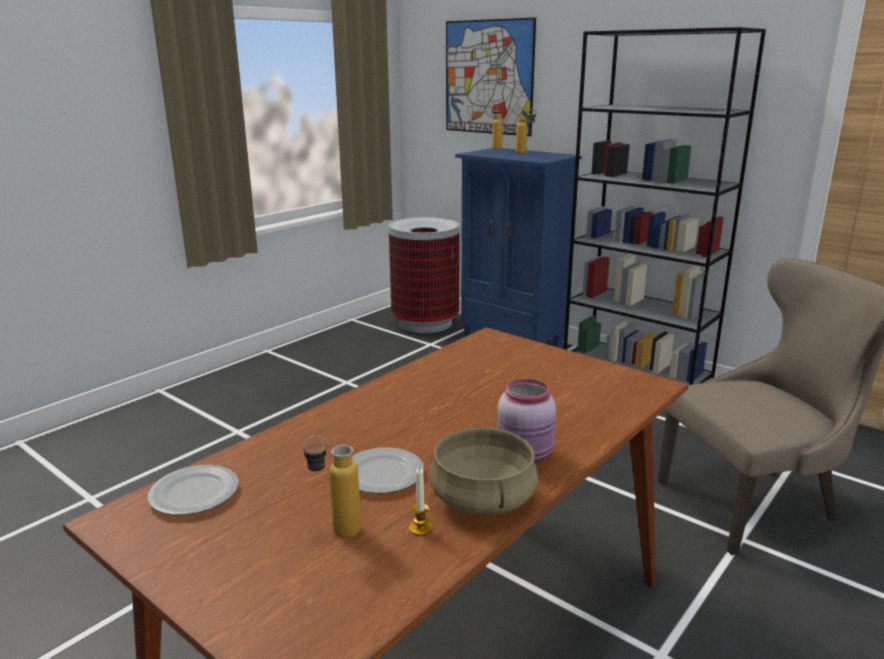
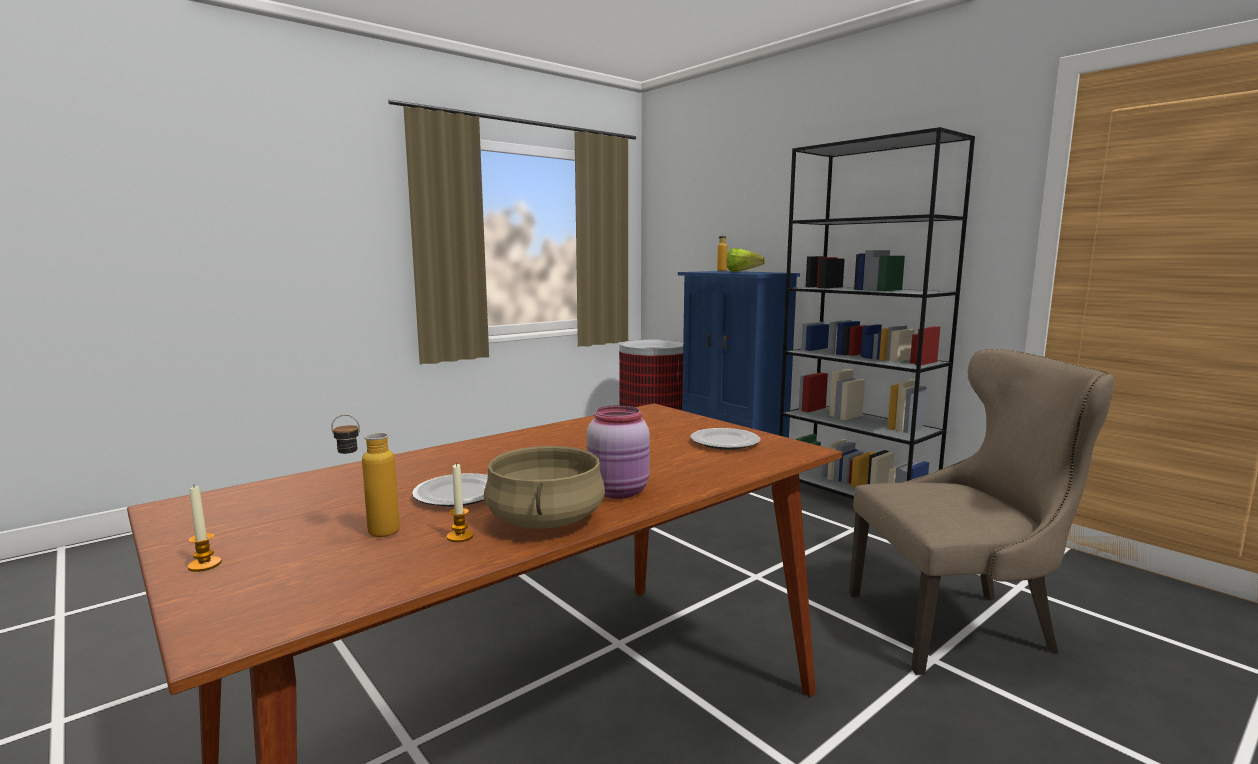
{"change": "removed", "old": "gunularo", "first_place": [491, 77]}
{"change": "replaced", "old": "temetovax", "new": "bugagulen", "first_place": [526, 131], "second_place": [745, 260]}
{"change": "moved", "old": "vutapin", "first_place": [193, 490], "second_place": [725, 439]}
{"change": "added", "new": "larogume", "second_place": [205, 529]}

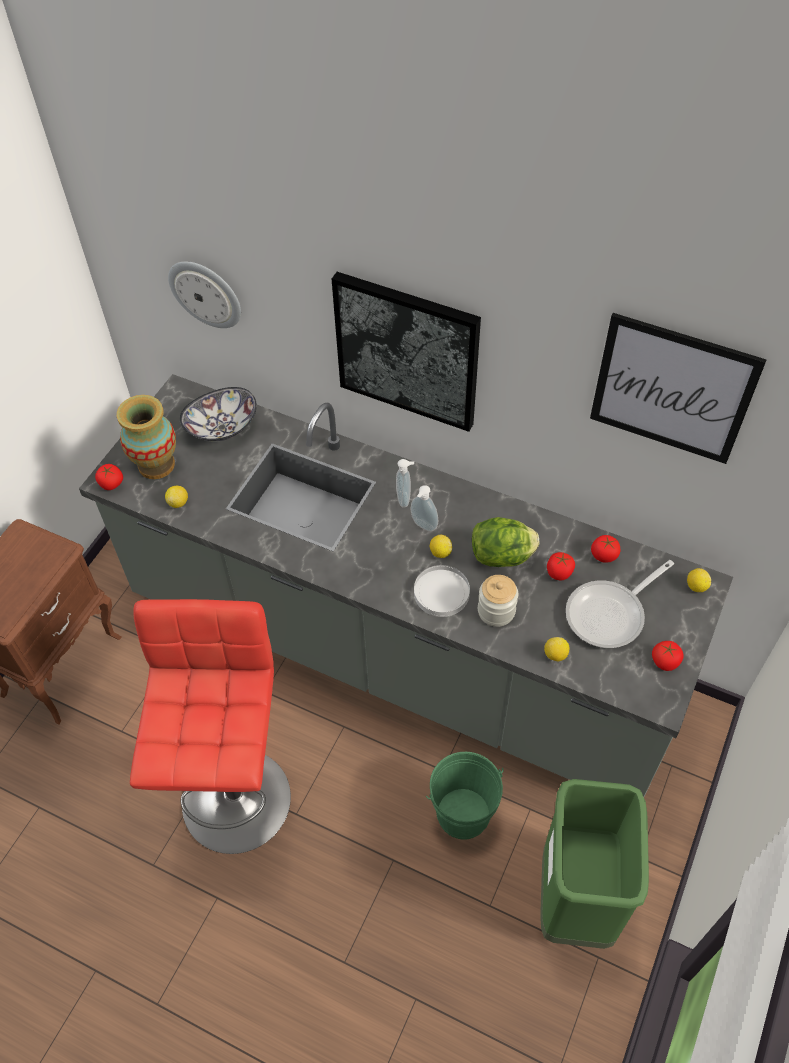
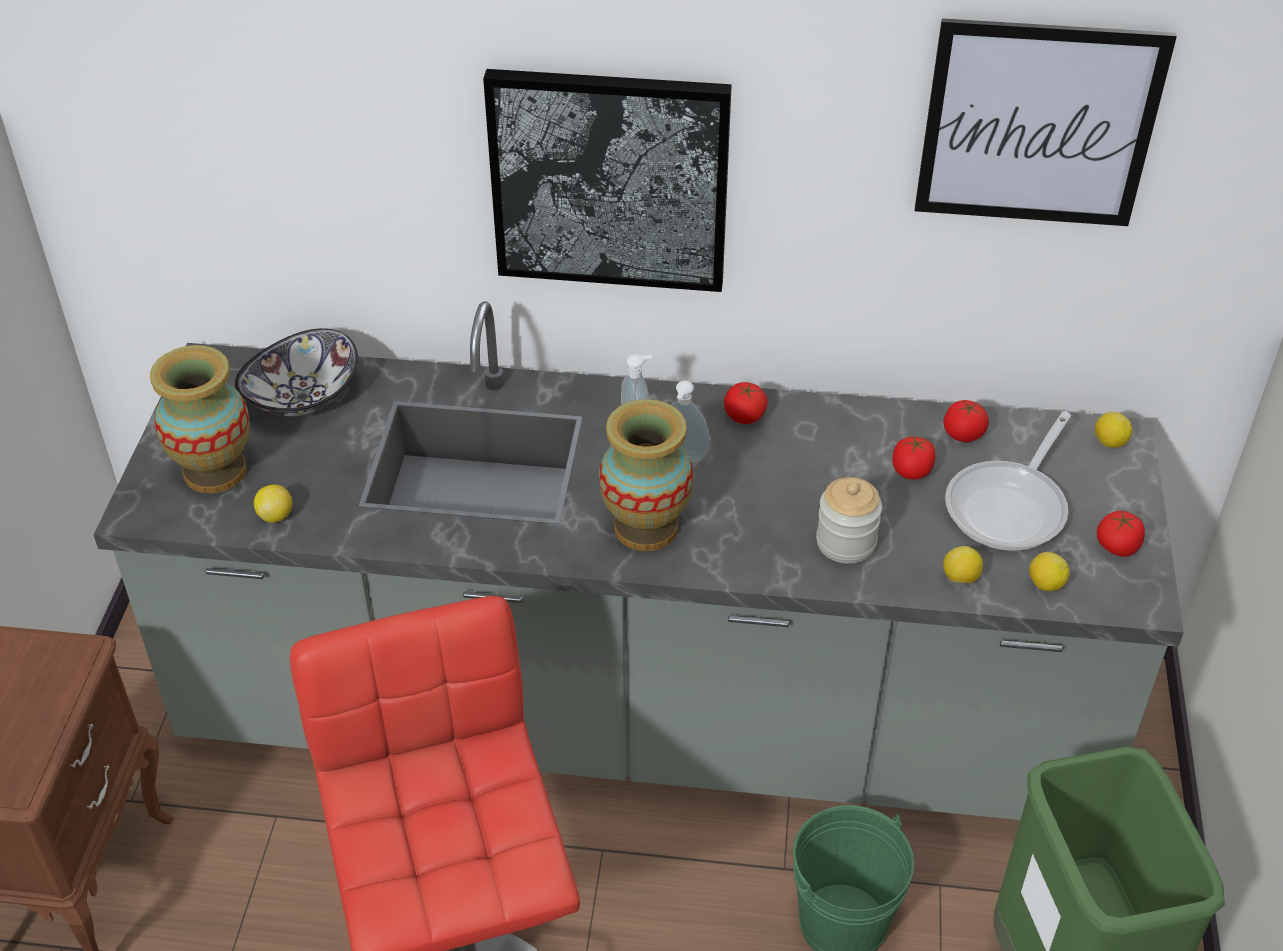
{"change": "removed", "old": "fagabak", "first_place": [204, 294]}
{"change": "moved", "old": "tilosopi", "first_place": [109, 477], "second_place": [746, 403]}
{"change": "removed", "old": "bugagulen", "first_place": [505, 542]}
{"change": "moved", "old": "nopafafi", "first_place": [441, 546], "second_place": [1049, 571]}
{"change": "removed", "old": "vutapin (white)", "first_place": [442, 591]}
{"change": "added", "new": "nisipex", "second_place": [646, 475]}

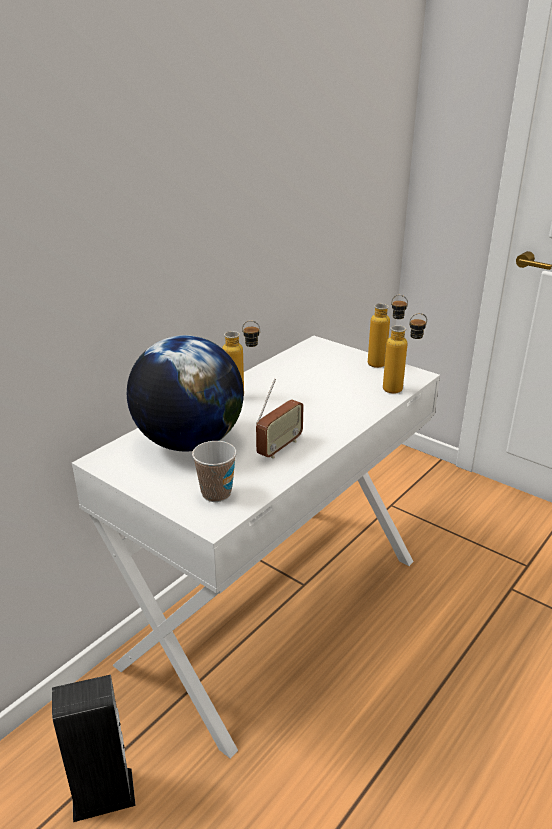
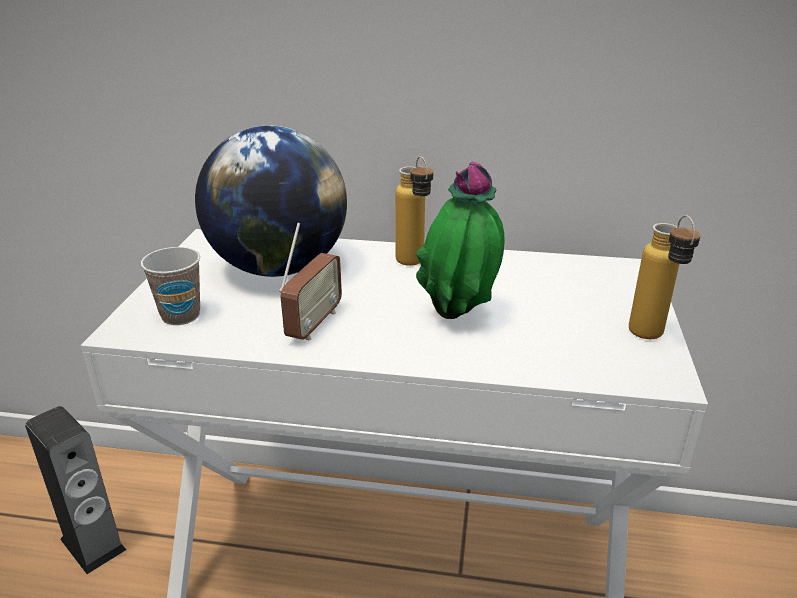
{"change": "removed", "old": "temetovax", "first_place": [405, 353]}
{"change": "turned", "old": "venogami", "first_place": [280, 419], "second_place": [310, 281], "degrees": -75}
{"change": "added", "new": "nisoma", "second_place": [460, 240]}

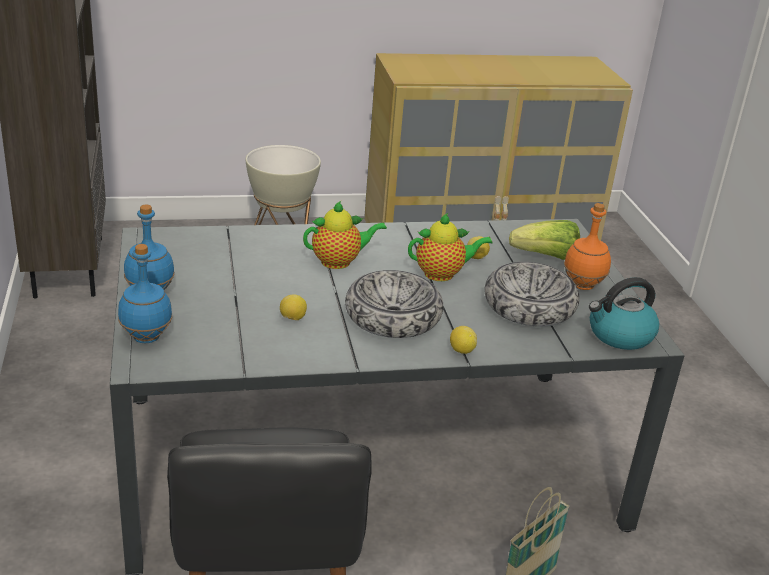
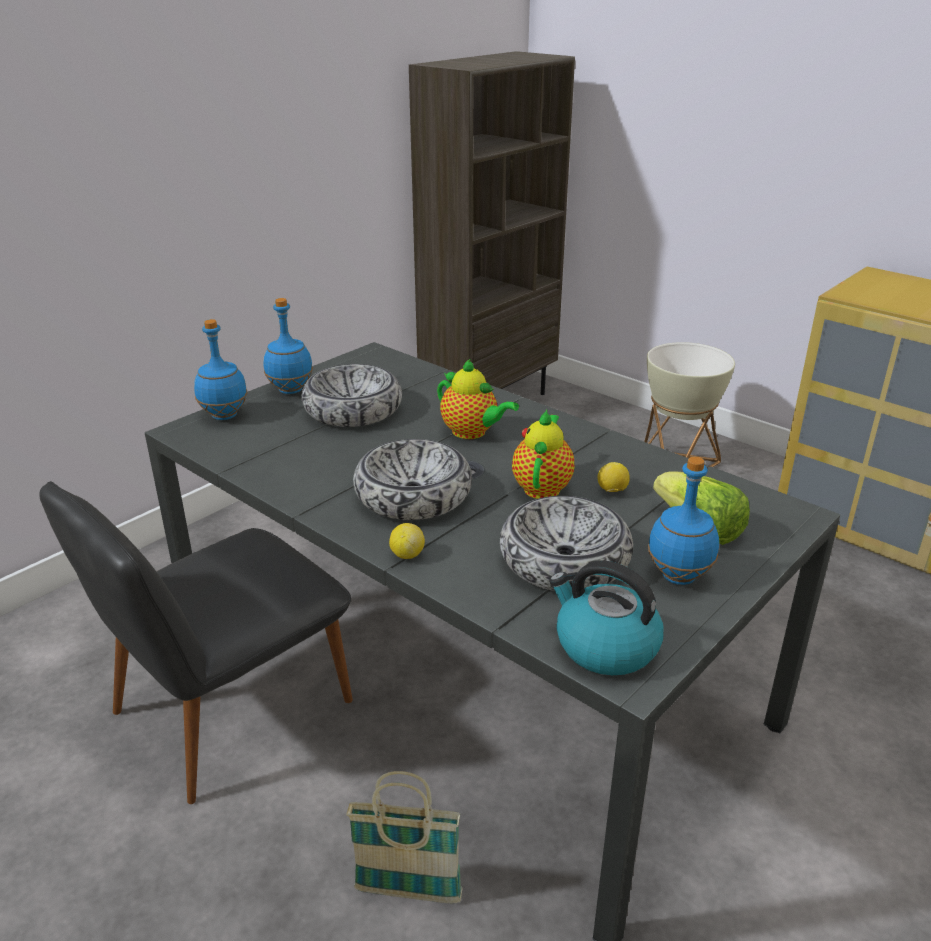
{"change": "recoloured", "old": "temetovax (orange)", "new": "temetovax (blue)", "first_place": [587, 246], "second_place": [683, 521]}
{"change": "turned", "old": "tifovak", "first_place": [450, 247], "second_place": [543, 454], "degrees": -120}
{"change": "removed", "old": "nopafafi", "first_place": [293, 307]}
{"change": "added", "new": "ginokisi", "second_place": [352, 395]}

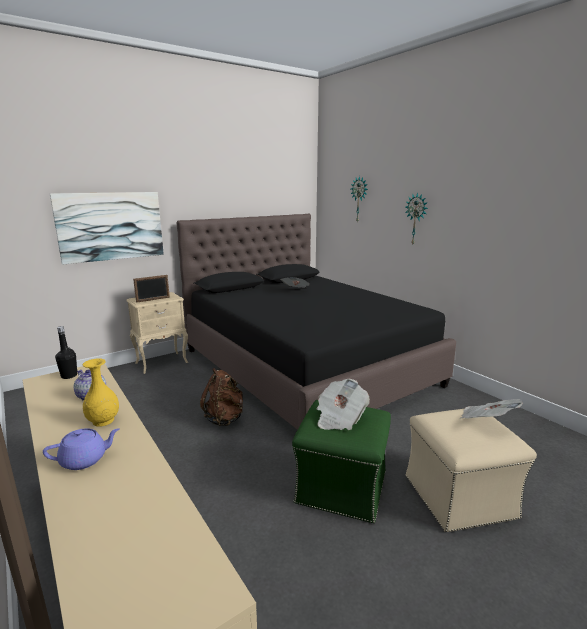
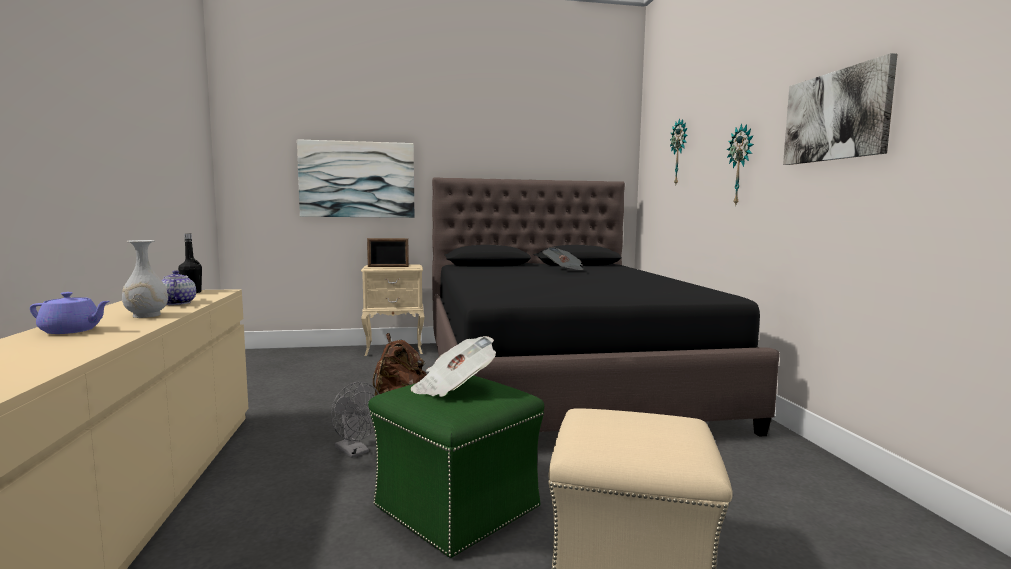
{"change": "recoloured", "old": "nisipex (yellow)", "new": "nisipex (white)", "first_place": [101, 392], "second_place": [145, 279]}
{"change": "removed", "old": "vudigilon", "first_place": [491, 409]}
{"change": "added", "new": "gunularo", "second_place": [840, 109]}
{"change": "added", "new": "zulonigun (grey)", "second_place": [355, 420]}

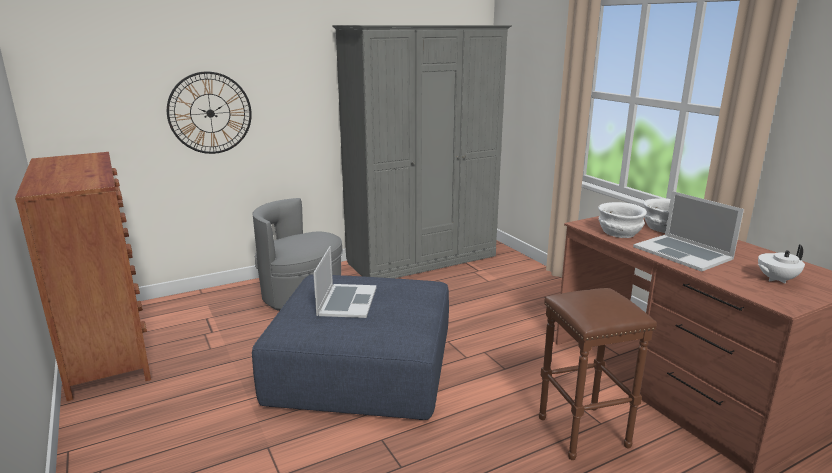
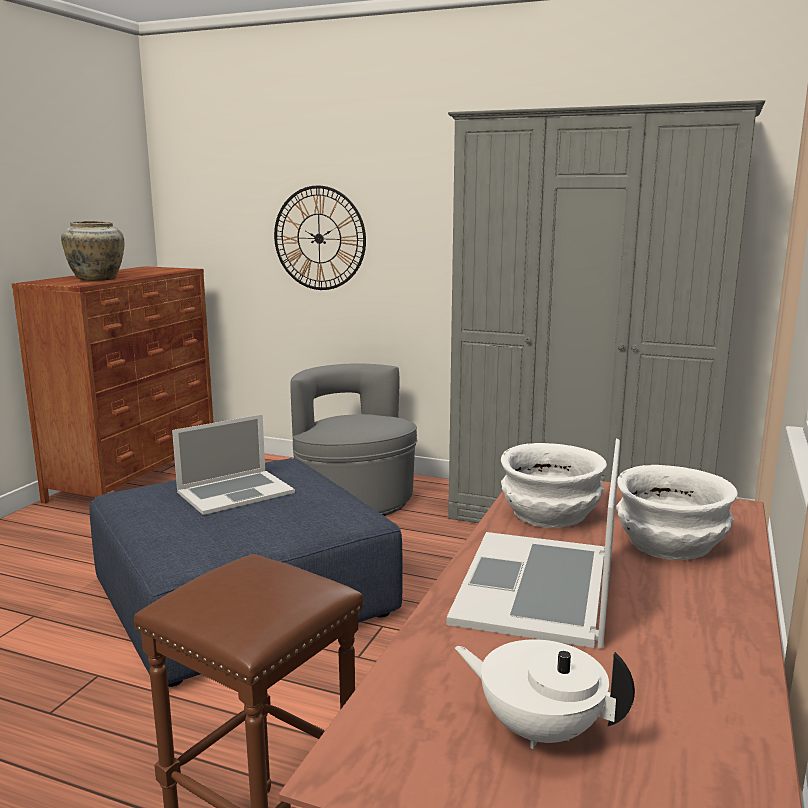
{"change": "added", "new": "nisipex (beige)", "second_place": [93, 251]}

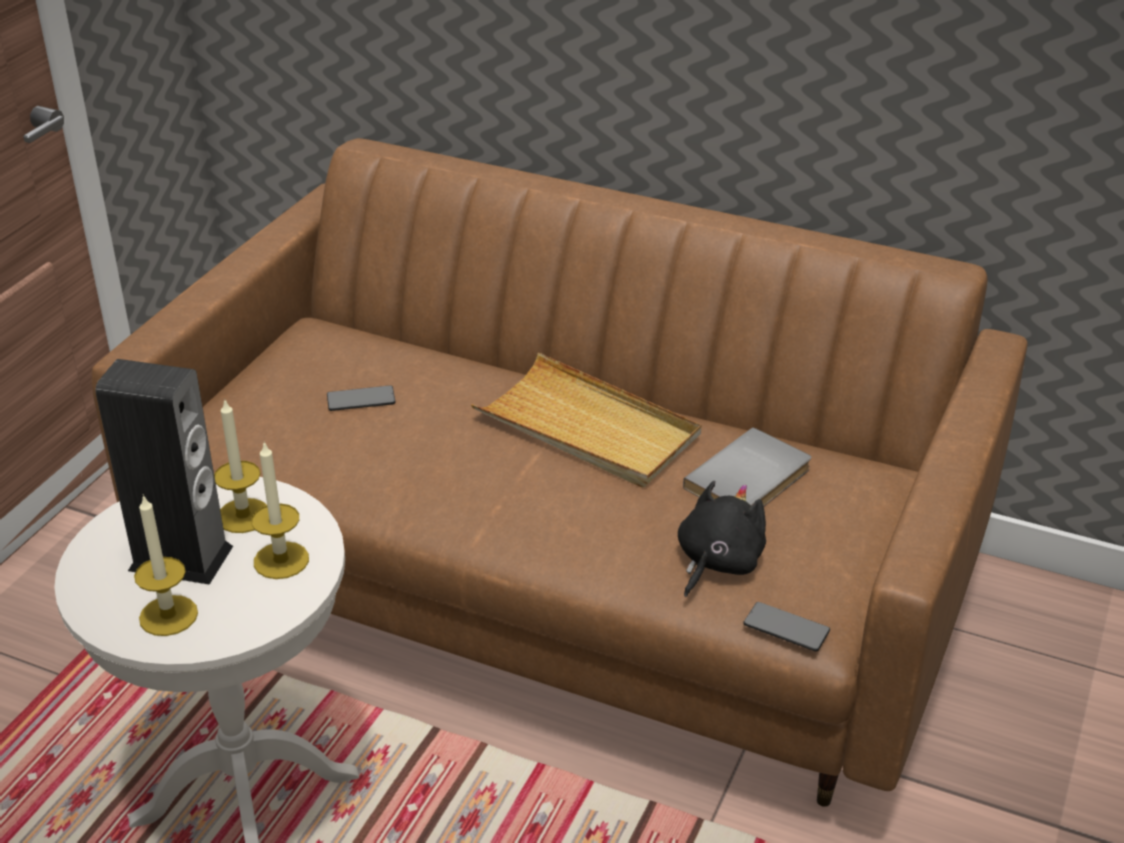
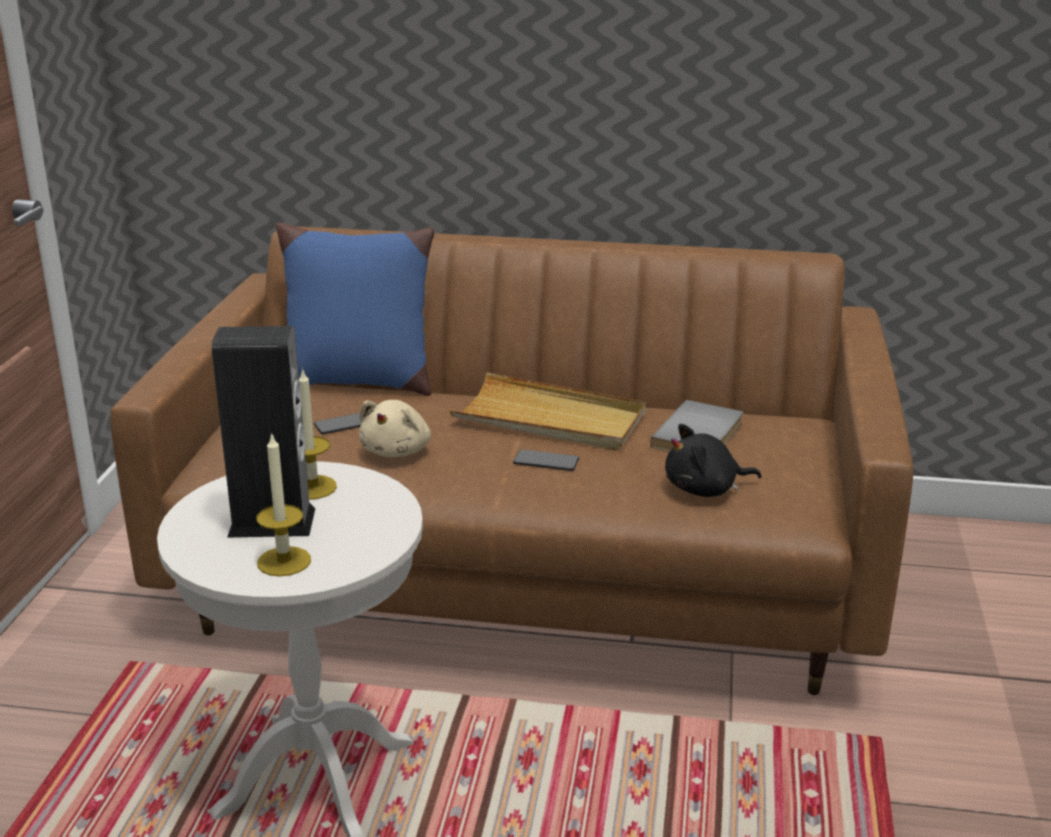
{"change": "removed", "old": "larogume", "first_place": [280, 510]}
{"change": "turned", "old": "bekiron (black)", "first_place": [722, 539], "second_place": [713, 460], "degrees": -120}
{"change": "moved", "old": "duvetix", "first_place": [786, 626], "second_place": [546, 460]}
{"change": "added", "new": "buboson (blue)", "second_place": [355, 309]}
{"change": "added", "new": "bekiron (beige)", "second_place": [395, 428]}

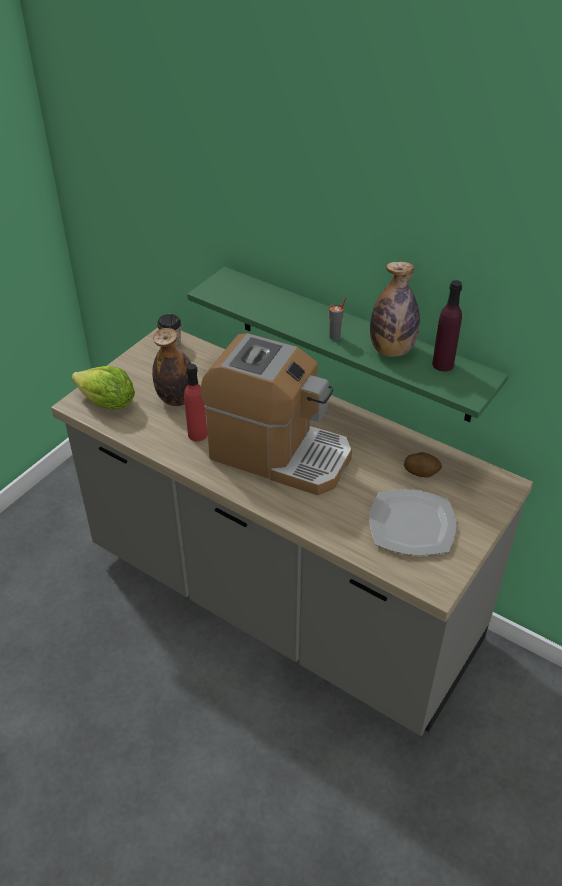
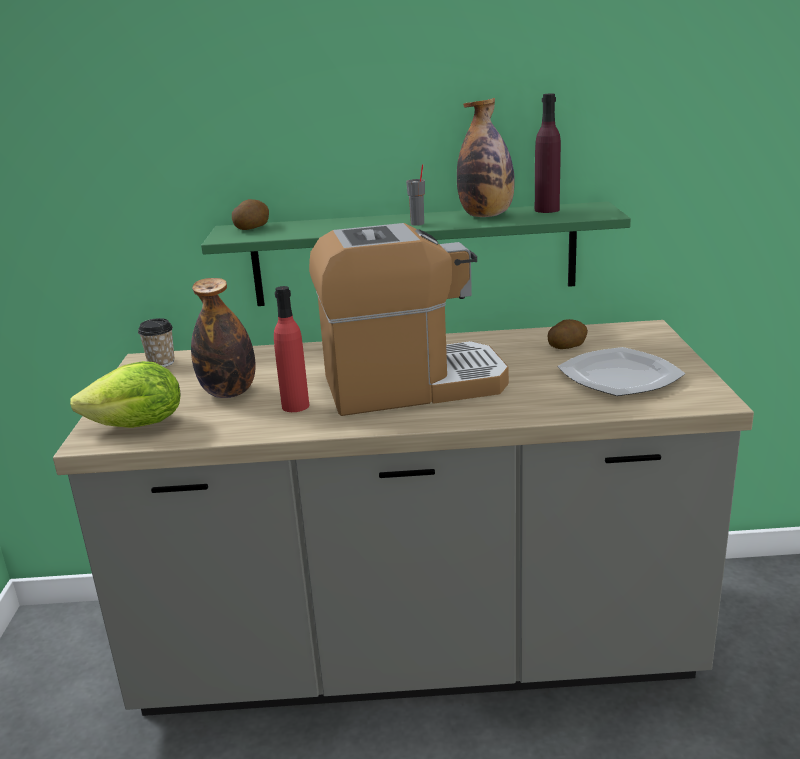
{"change": "added", "new": "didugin", "second_place": [250, 214]}

